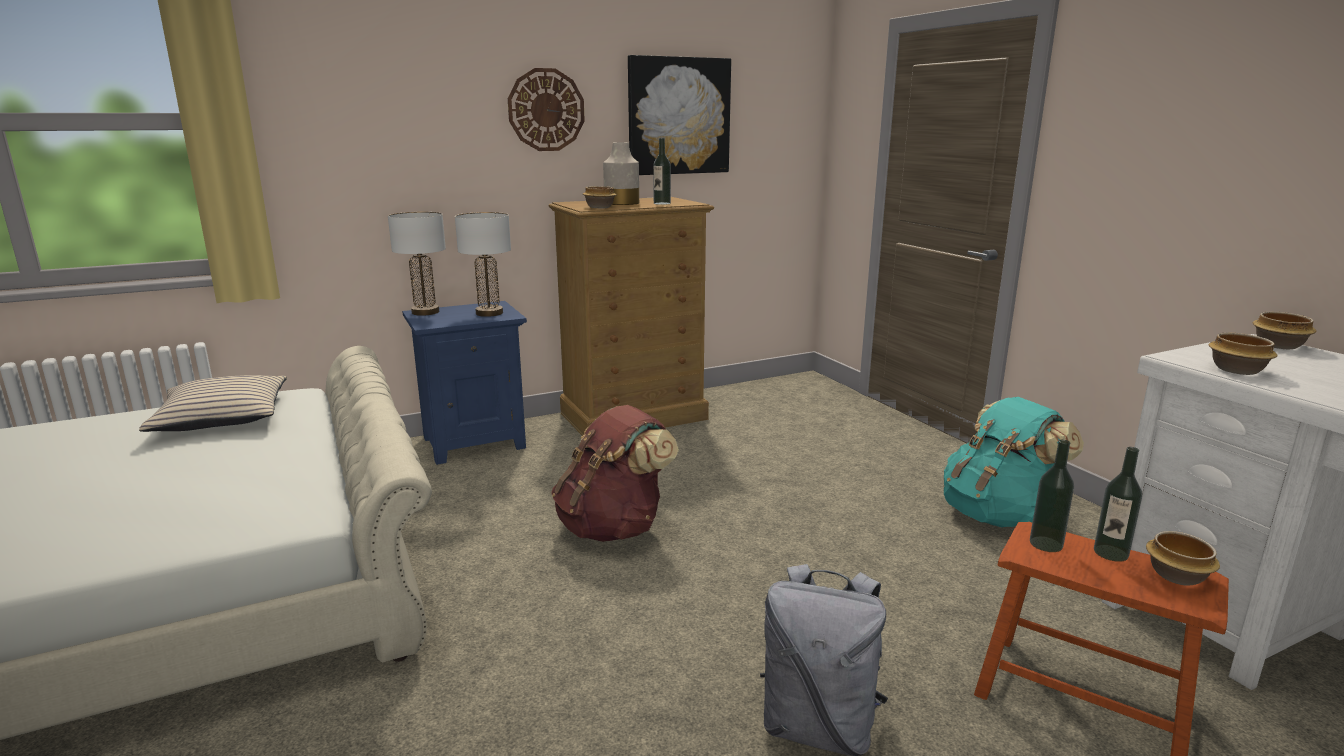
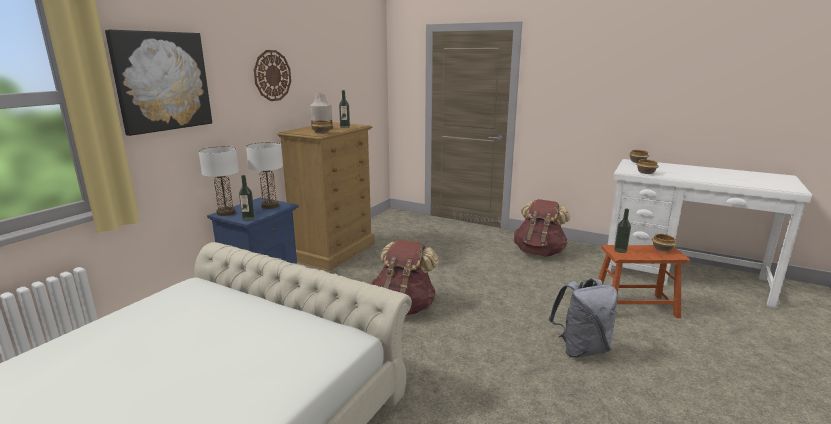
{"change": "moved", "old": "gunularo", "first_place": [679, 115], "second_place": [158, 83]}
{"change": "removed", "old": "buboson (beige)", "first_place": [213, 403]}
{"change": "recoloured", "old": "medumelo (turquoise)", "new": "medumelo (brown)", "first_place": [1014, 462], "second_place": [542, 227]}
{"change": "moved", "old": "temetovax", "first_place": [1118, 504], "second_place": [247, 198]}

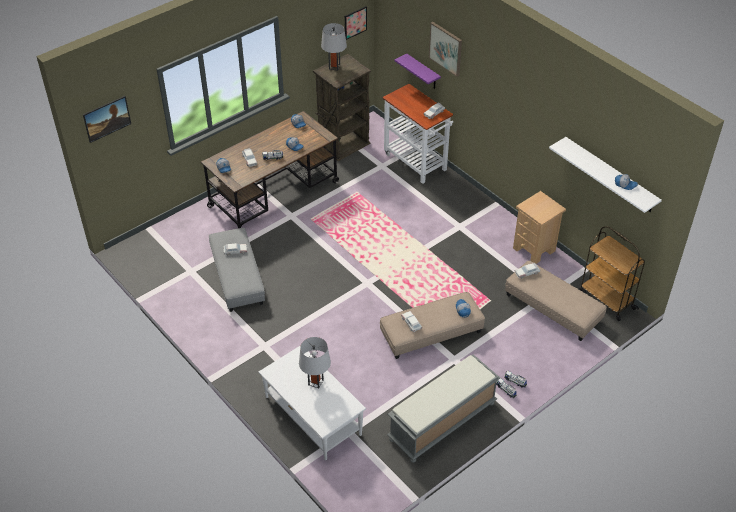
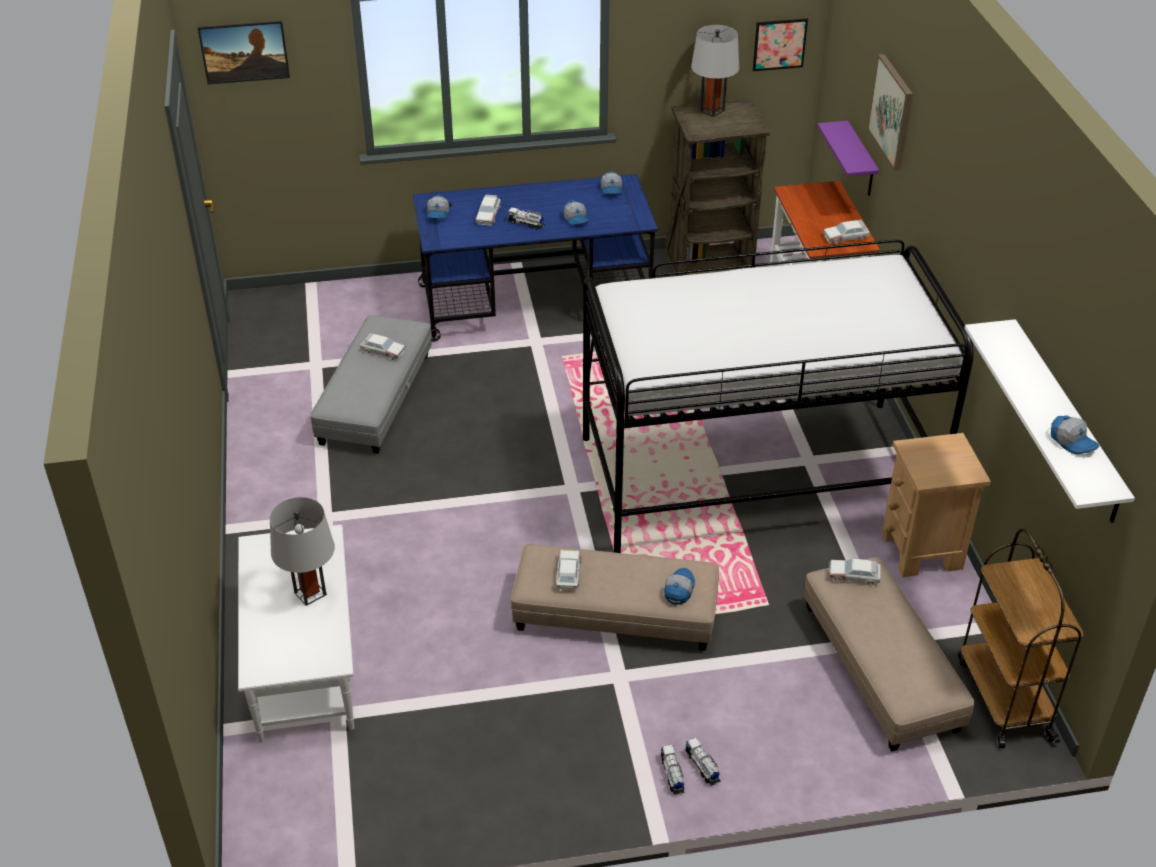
{"change": "recoloured", "old": "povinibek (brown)", "new": "povinibek (blue)", "first_place": [270, 169], "second_place": [535, 258]}
{"change": "removed", "old": "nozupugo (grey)", "first_place": [443, 408]}
{"change": "added", "new": "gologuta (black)", "second_place": [778, 396]}

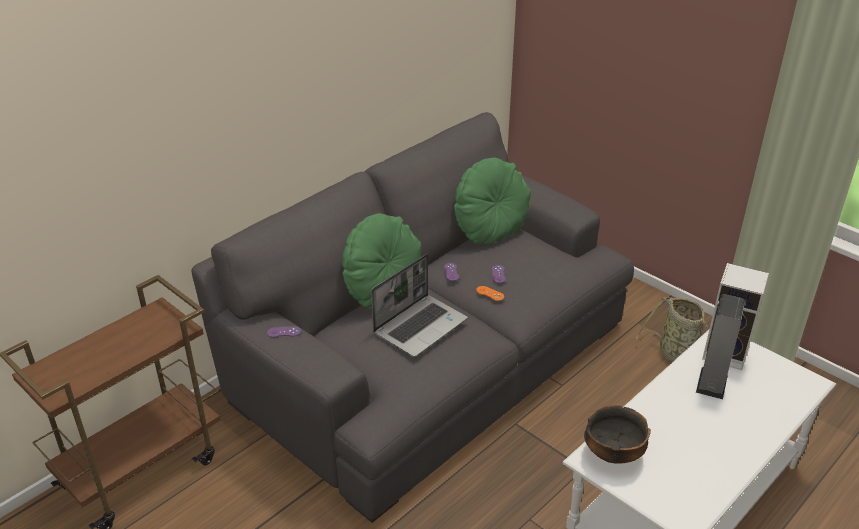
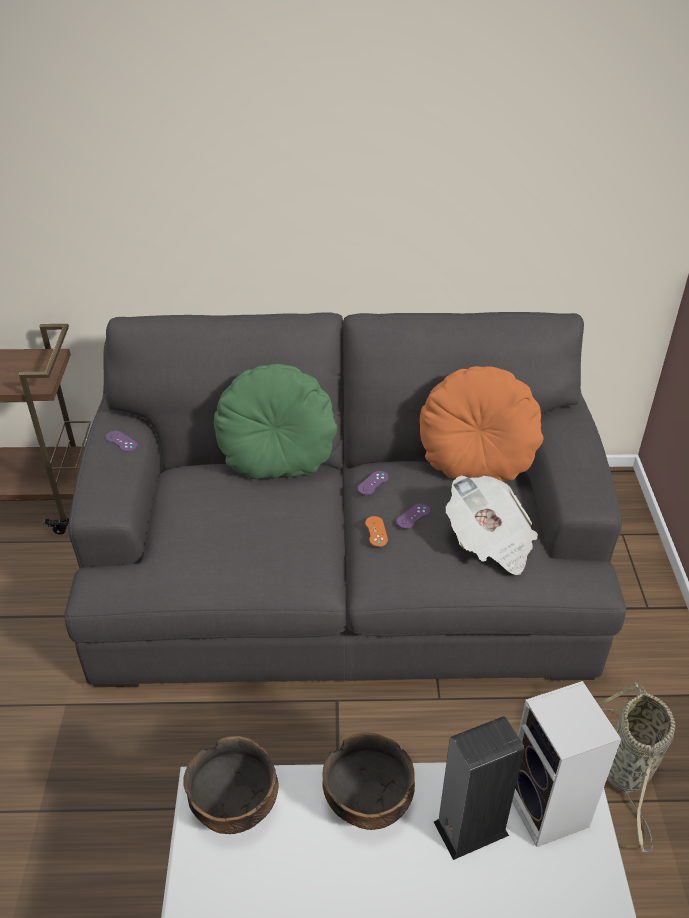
{"change": "recoloured", "old": "buboson (green)", "new": "buboson (orange)", "first_place": [492, 201], "second_place": [481, 423]}
{"change": "removed", "old": "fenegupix", "first_place": [419, 305]}
{"change": "added", "new": "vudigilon", "second_place": [492, 525]}
{"change": "added", "new": "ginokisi", "second_place": [368, 781]}

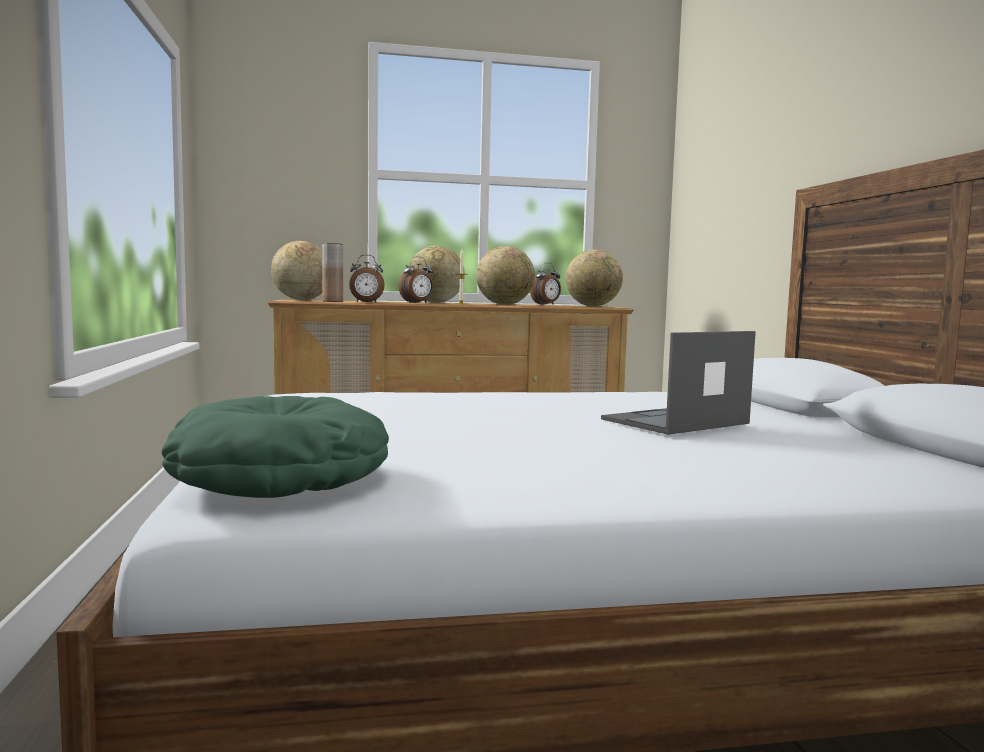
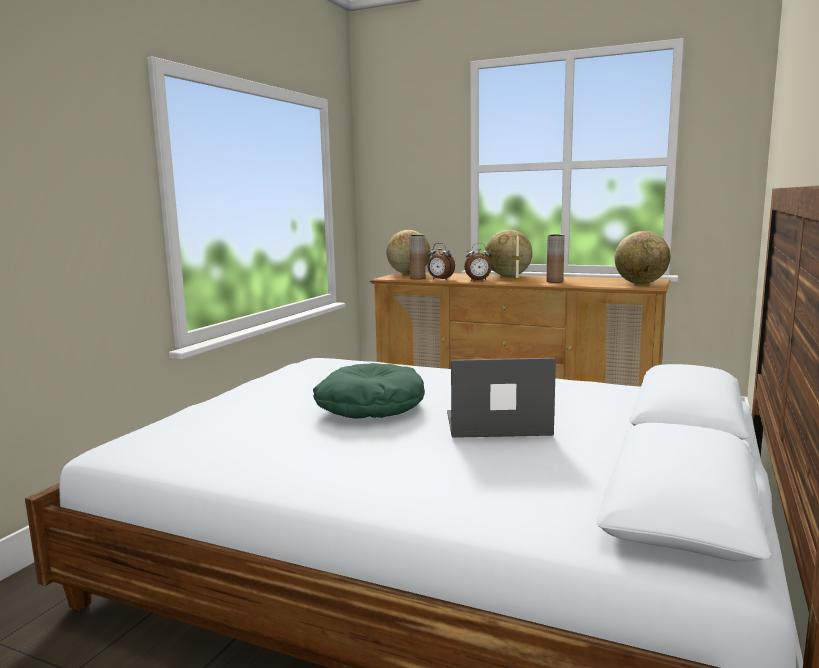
{"change": "replaced", "old": "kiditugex", "new": "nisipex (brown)", "first_place": [505, 275], "second_place": [556, 259]}
{"change": "removed", "old": "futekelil", "first_place": [545, 283]}
{"change": "moved", "old": "buboson (green)", "first_place": [275, 447], "second_place": [369, 390]}

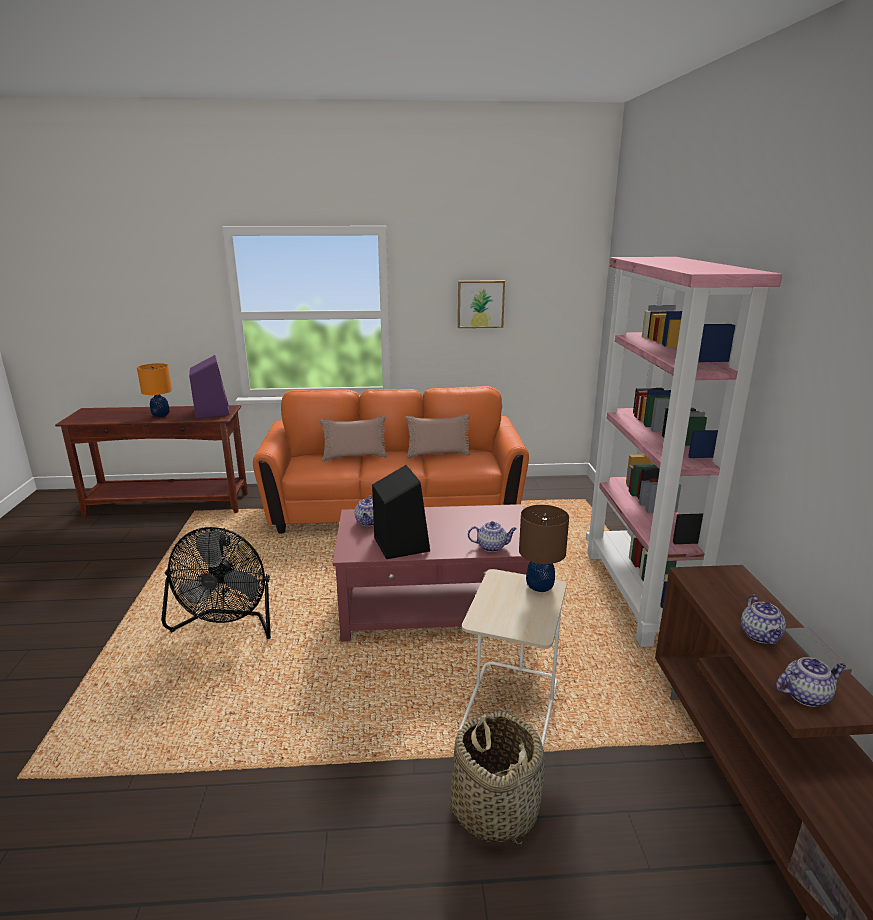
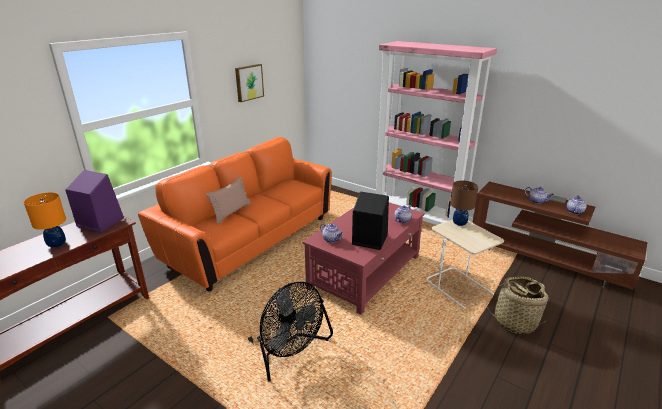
{"change": "removed", "old": "buboson (beige)", "first_place": [437, 436]}

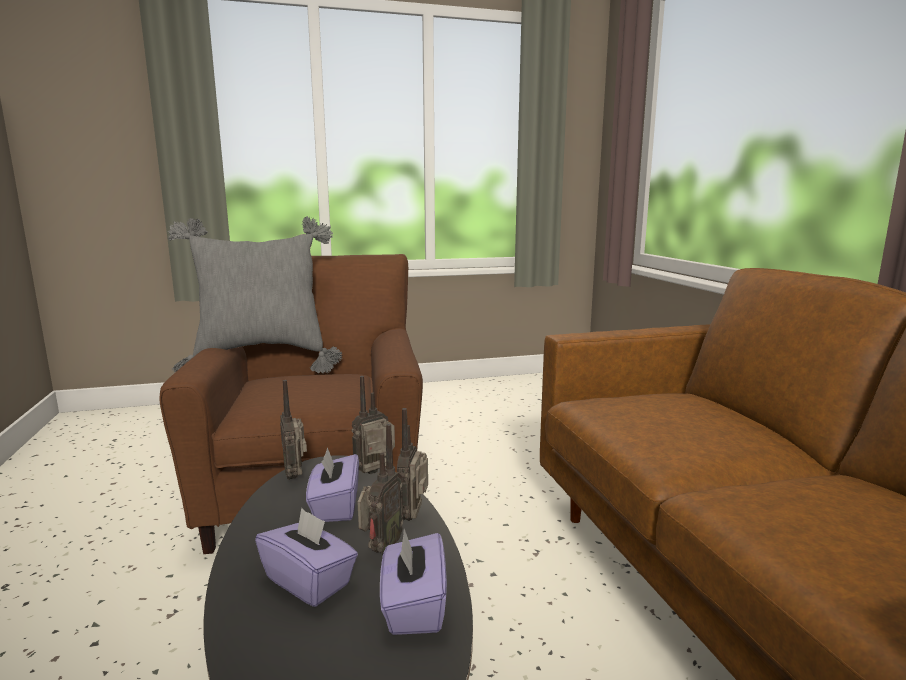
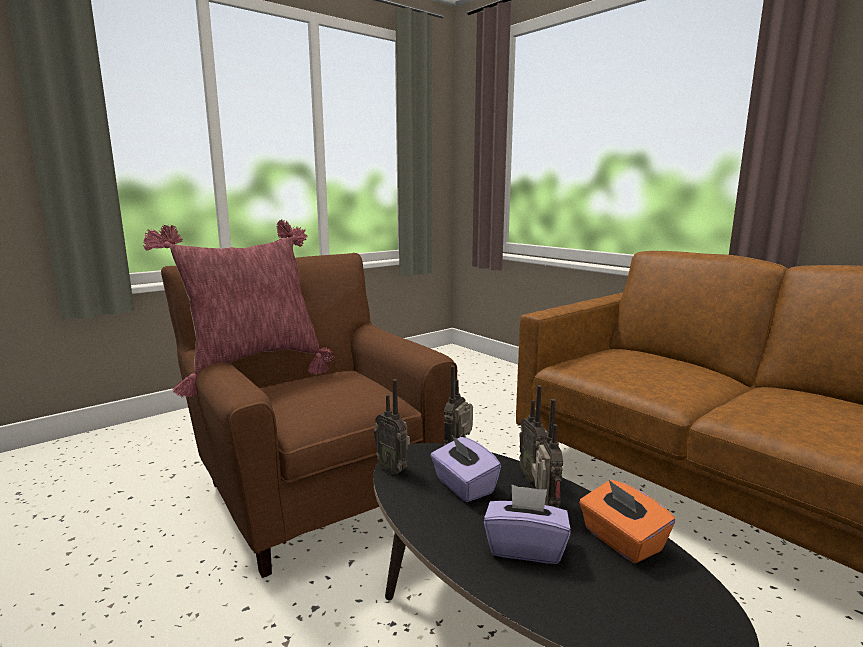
{"change": "recoloured", "old": "buboson (grey)", "new": "buboson (red)", "first_place": [255, 294], "second_place": [239, 308]}
{"change": "recoloured", "old": "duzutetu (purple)", "new": "duzutetu (orange)", "first_place": [413, 582], "second_place": [627, 521]}

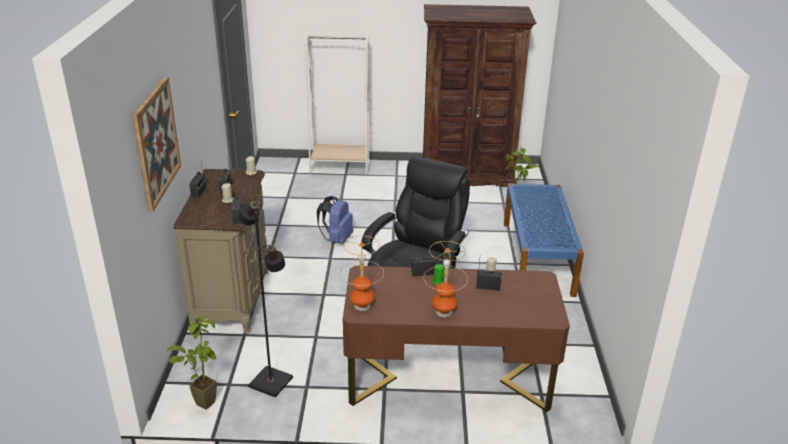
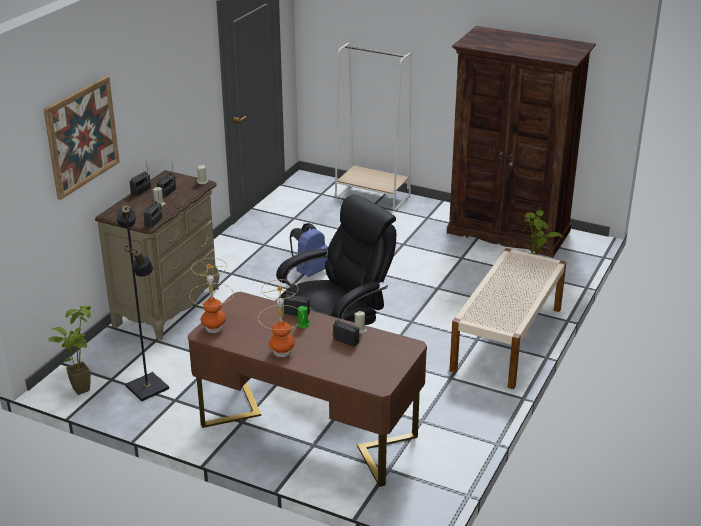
{"change": "recoloured", "old": "nozupugo (blue)", "new": "nozupugo (beige)", "first_place": [544, 240], "second_place": [507, 318]}

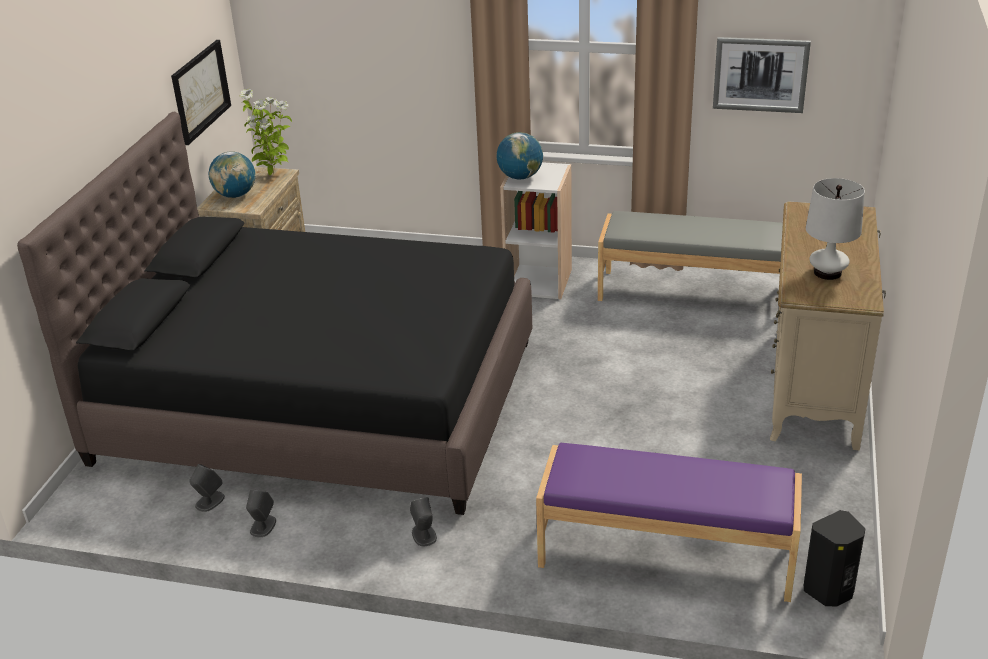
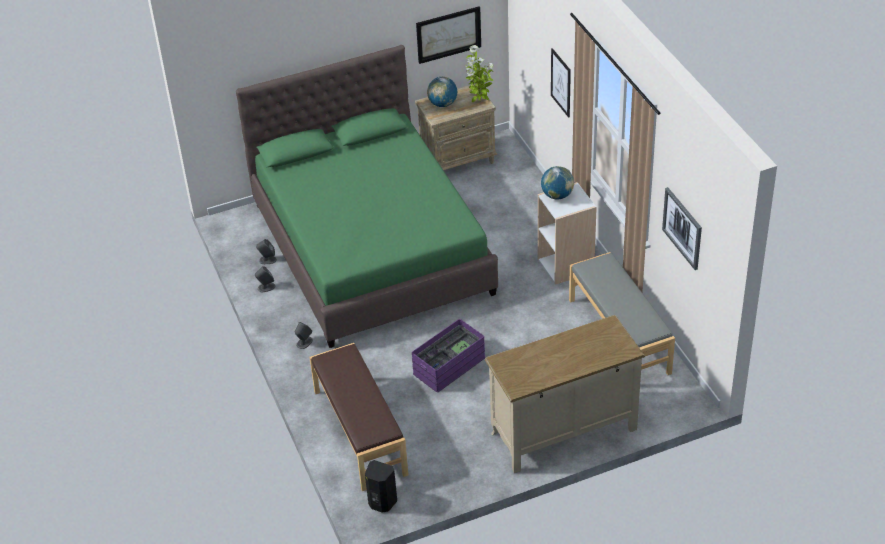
{"change": "recoloured", "old": "gologuta (black)", "new": "gologuta (green)", "first_place": [274, 313], "second_place": [367, 196]}
{"change": "removed", "old": "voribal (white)", "first_place": [835, 229]}
{"change": "recoloured", "old": "nozupugo (purple)", "new": "nozupugo (brown)", "first_place": [669, 522], "second_place": [358, 417]}
{"change": "added", "new": "gunularo", "second_place": [561, 83]}
{"change": "added", "new": "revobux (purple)", "second_place": [448, 355]}

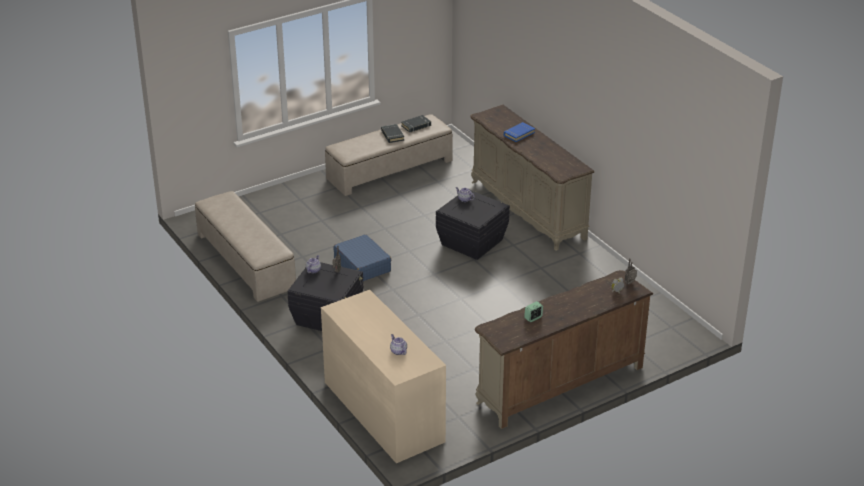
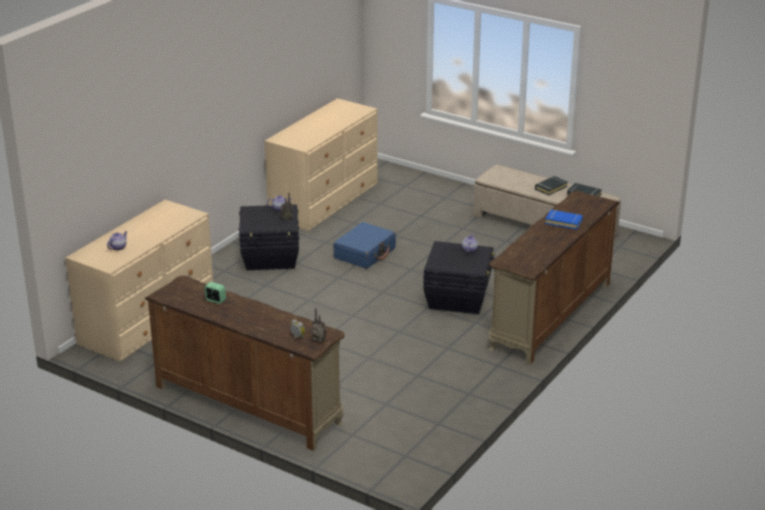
{"change": "replaced", "old": "nozupugo (beige)", "new": "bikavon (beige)", "first_place": [245, 246], "second_place": [321, 164]}

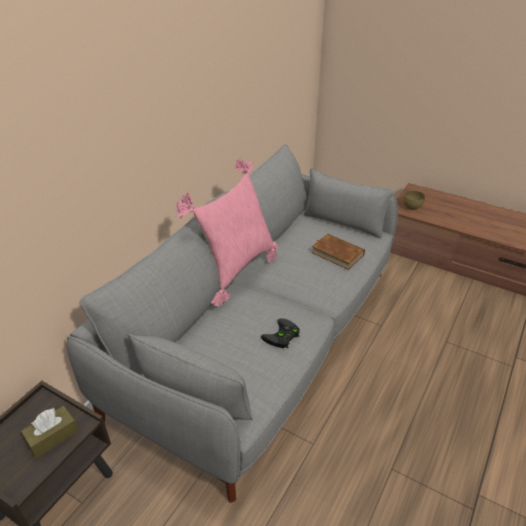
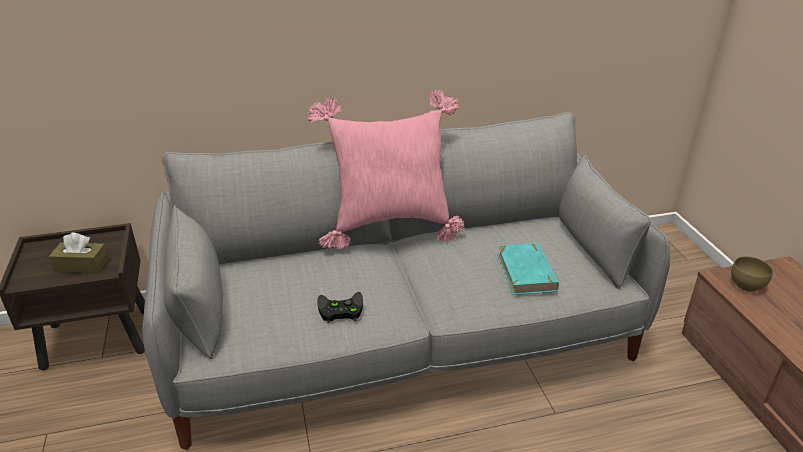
{"change": "recoloured", "old": "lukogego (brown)", "new": "lukogego (turquoise)", "first_place": [338, 252], "second_place": [528, 269]}

